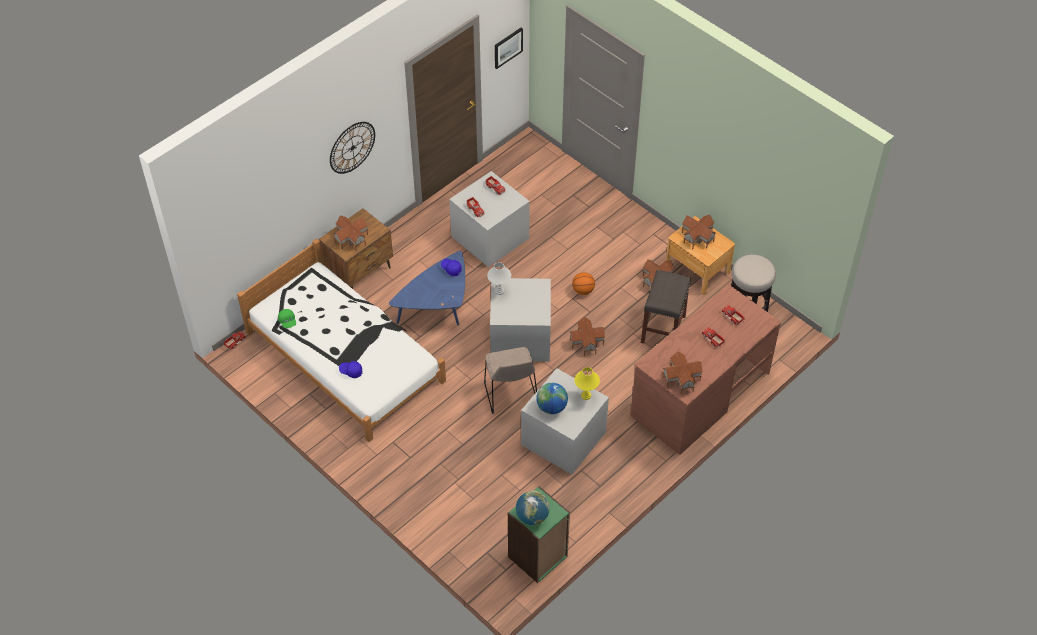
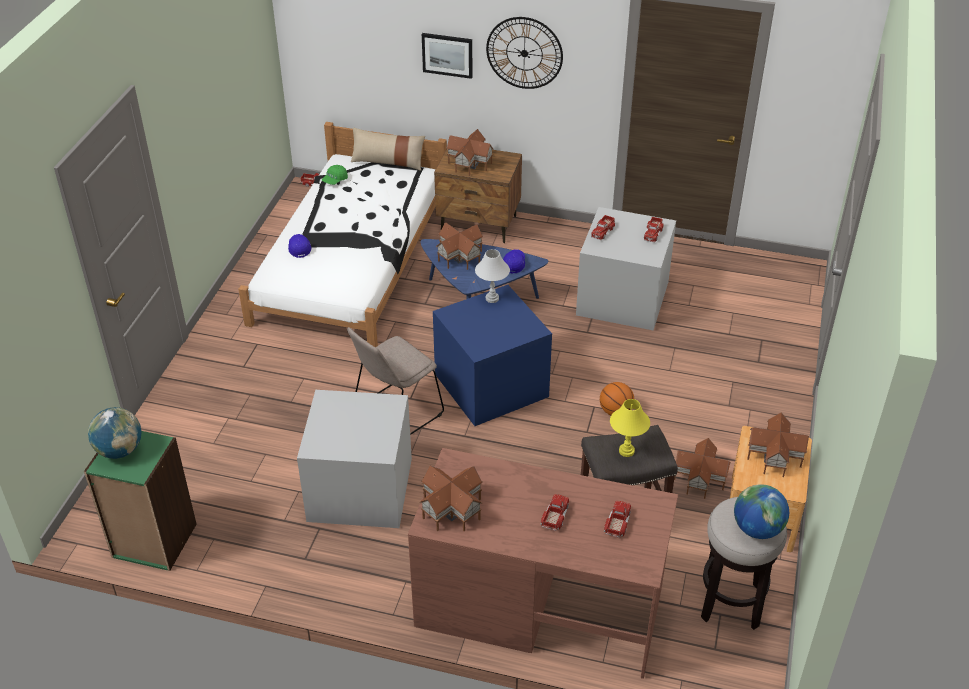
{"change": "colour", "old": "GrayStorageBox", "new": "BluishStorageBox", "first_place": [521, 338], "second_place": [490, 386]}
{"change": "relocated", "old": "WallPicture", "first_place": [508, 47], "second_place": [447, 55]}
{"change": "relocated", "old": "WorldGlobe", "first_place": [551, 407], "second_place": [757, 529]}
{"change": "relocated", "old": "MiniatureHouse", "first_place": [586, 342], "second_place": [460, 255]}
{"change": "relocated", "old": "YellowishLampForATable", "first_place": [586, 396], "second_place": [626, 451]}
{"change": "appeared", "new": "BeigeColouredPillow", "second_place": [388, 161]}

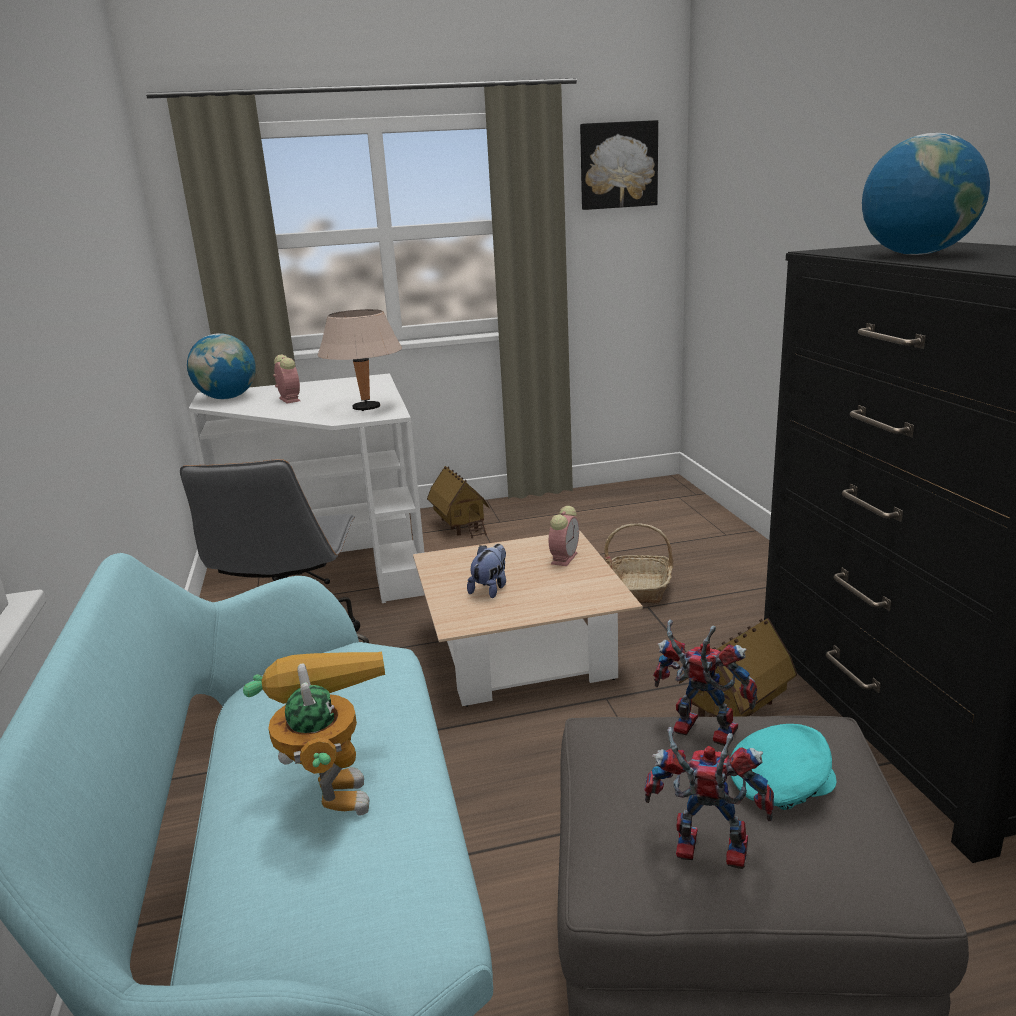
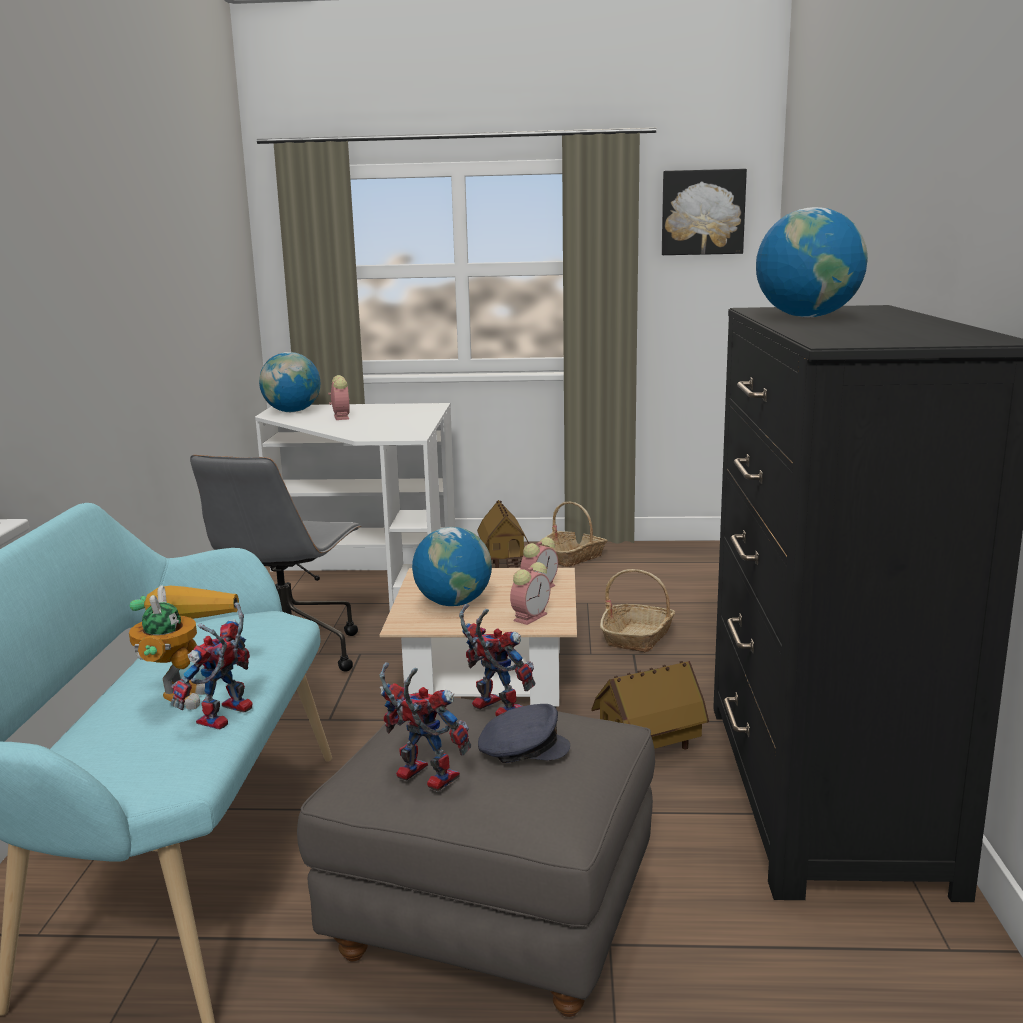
{"change": "missing", "old": "BeigeColouredLampForATable", "first_place": [366, 408]}
{"change": "exchanged", "old": "PlushToy", "new": "WorldGlobe", "first_place": [490, 588], "second_place": [453, 603]}
{"change": "colour", "old": "TurquoiseCap", "new": "GrayCap", "first_place": [780, 782], "second_place": [521, 749]}
{"change": "appeared", "new": "ModelRobot", "second_place": [224, 719]}
{"change": "appeared", "new": "TableClock", "second_place": [531, 617]}
{"change": "appeared", "new": "HouseholdBasket", "second_place": [572, 557]}

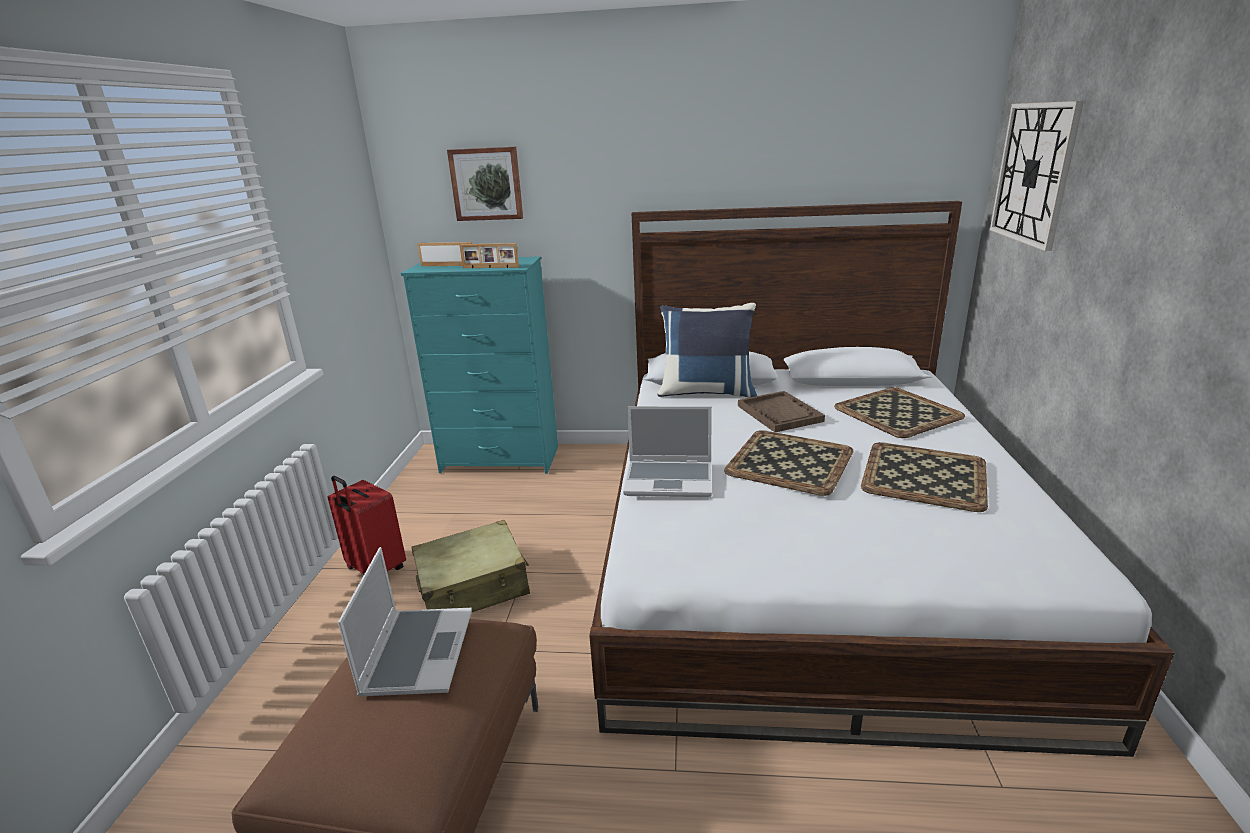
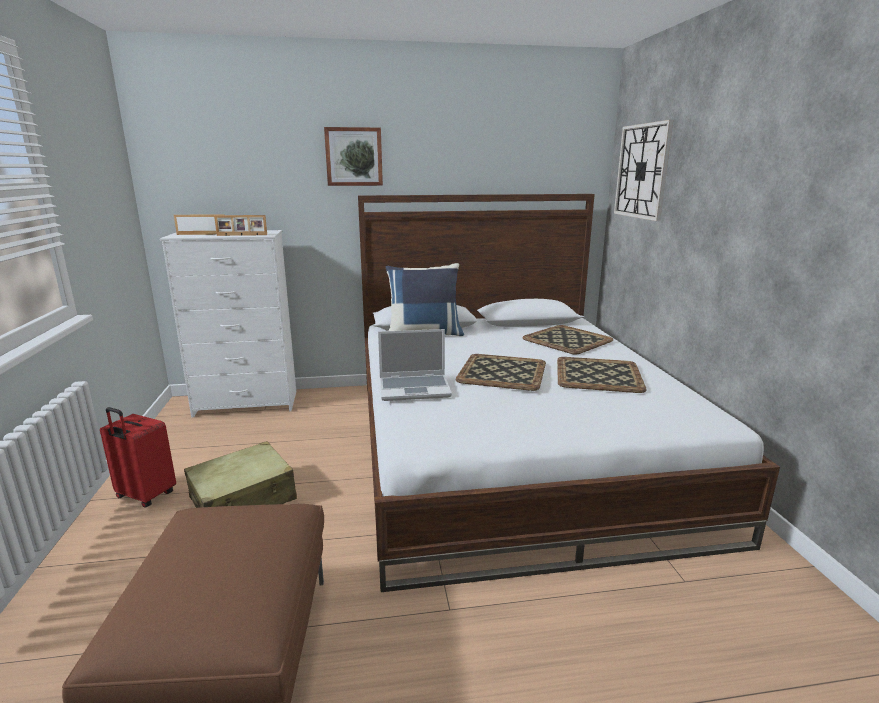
{"change": "missing", "old": "PortableComputer", "first_place": [417, 652]}
{"change": "colour", "old": "TurquoiseDresser", "new": "WhiteColouredDresser", "first_place": [501, 460], "second_place": [247, 404]}
{"change": "relocated", "old": "WallPicture", "first_place": [486, 184], "second_place": [354, 157]}
{"change": "missing", "old": "BrownColouredServingTray", "first_place": [779, 413]}

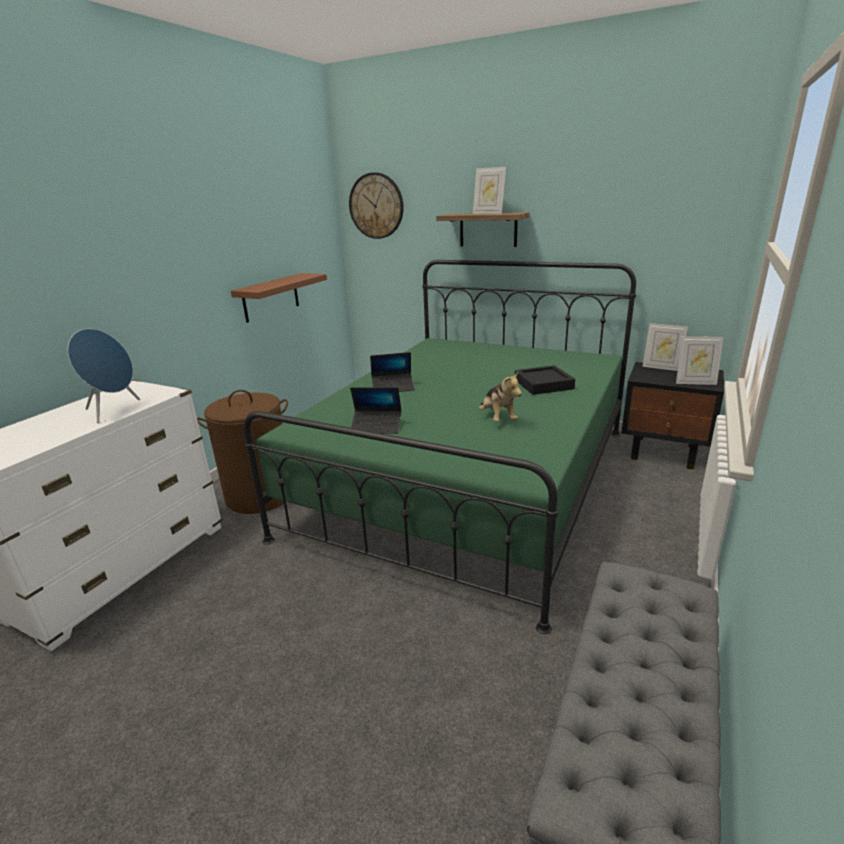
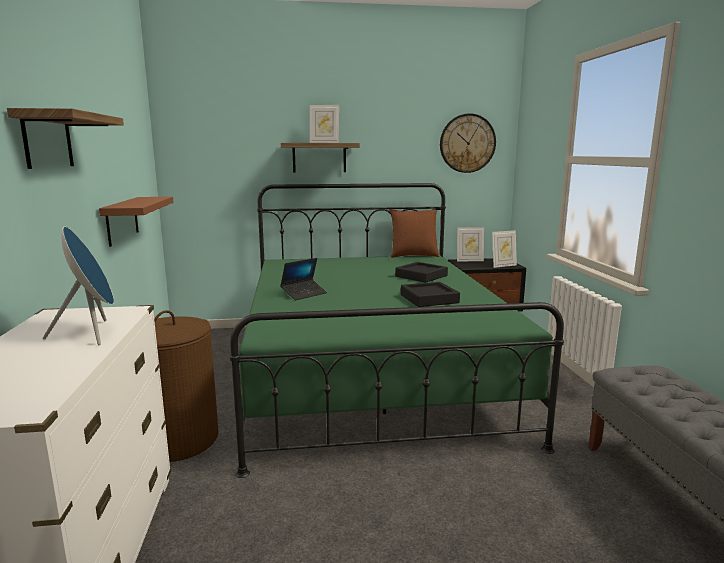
{"change": "relocated", "old": "WallClock", "first_place": [376, 206], "second_place": [467, 143]}
{"change": "missing", "old": "PortableComputer", "first_place": [376, 427]}
{"change": "exchanged", "old": "PlushToy", "new": "BlackishServingTray", "first_place": [498, 418], "second_place": [429, 299]}
{"change": "appeared", "new": "BracketShelf", "second_place": [48, 140]}
{"change": "appeared", "new": "BrownColouredPillow", "second_place": [413, 255]}

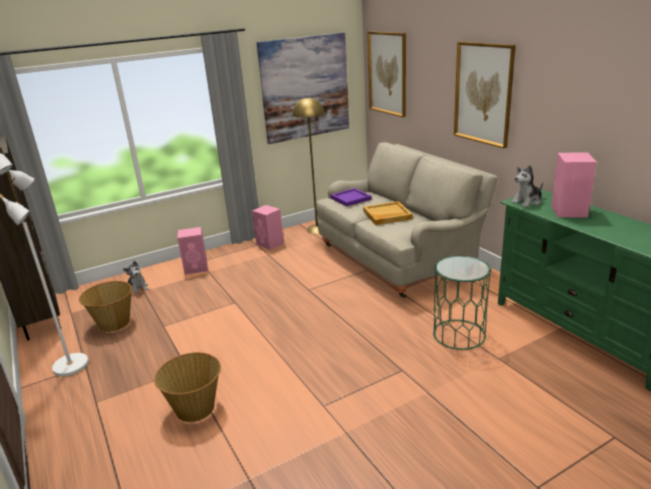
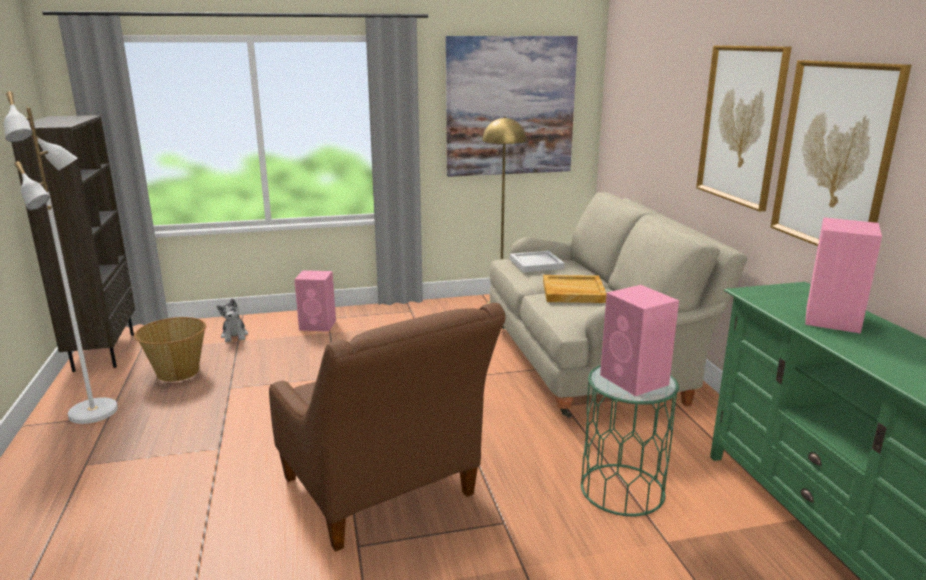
{"change": "missing", "old": "HouseholdBasket", "first_place": [195, 408]}
{"change": "relocated", "old": "PinkColouredLoudspeaker", "first_place": [270, 244], "second_place": [635, 380]}
{"change": "colour", "old": "PurpleServingTray", "new": "WhiteColouredServingTray", "first_place": [351, 198], "second_place": [536, 263]}
{"change": "relocated", "old": "WallPicture", "first_place": [387, 73], "second_place": [835, 156]}
{"change": "missing", "old": "PlushToy", "first_place": [527, 202]}
{"change": "appeared", "new": "BrownColouredEasyChair", "second_place": [384, 494]}

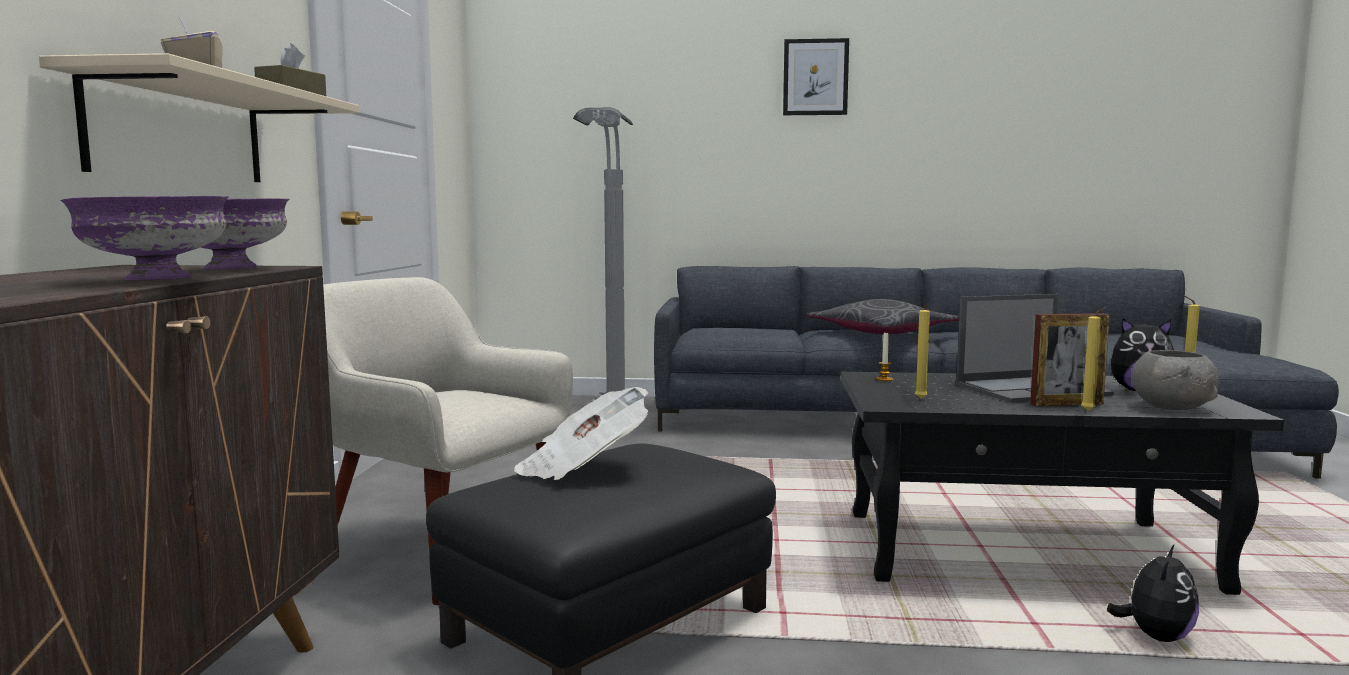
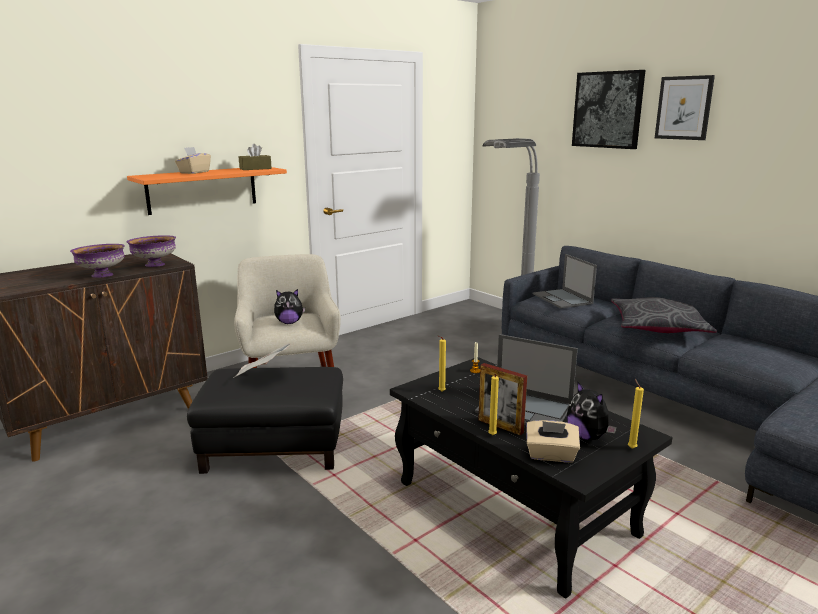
{"change": "colour", "old": "BeigeColouredBracketShelf", "new": "OrangeColouredBracketShelf", "first_place": [179, 132], "second_place": [202, 189]}
{"change": "relocated", "old": "PlushToy", "first_place": [1155, 636], "second_place": [289, 322]}
{"change": "exchanged", "old": "GrayServingBowl", "new": "BeigeColouredBoxOfTissues", "first_place": [1171, 407], "second_place": [551, 455]}
{"change": "appeared", "new": "PortableComputer", "second_place": [563, 299]}
{"change": "appeared", "new": "WallPicture", "second_place": [607, 110]}

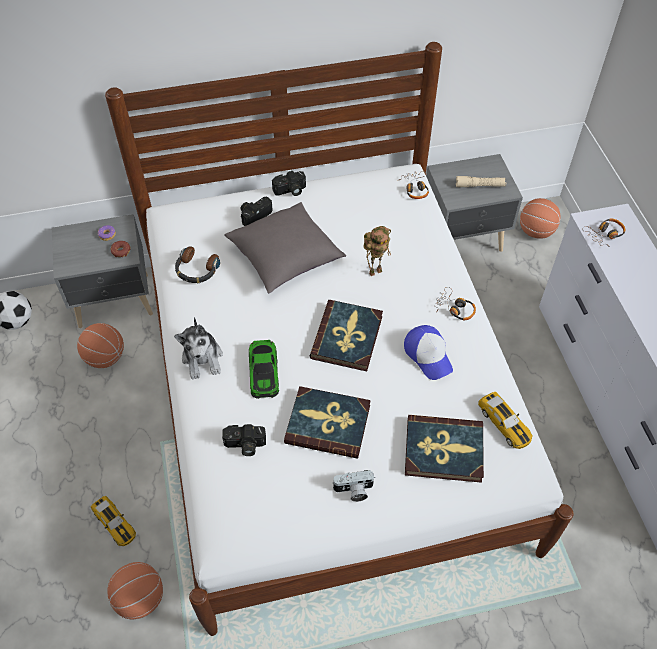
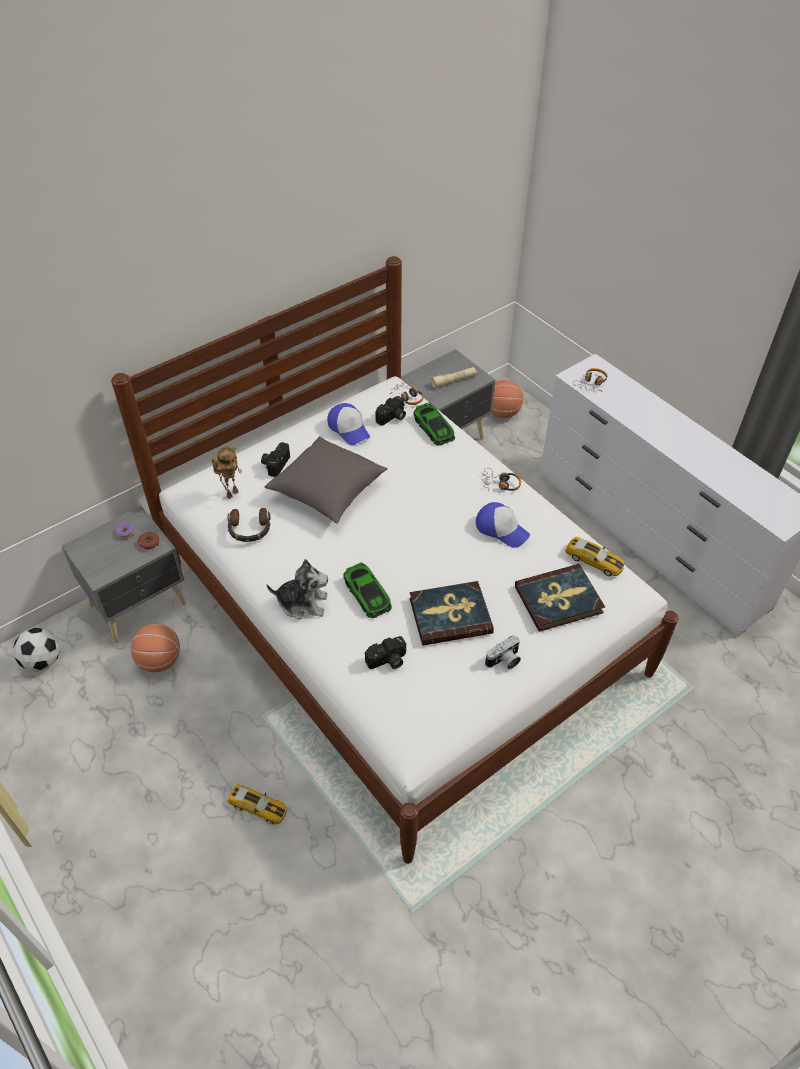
{"change": "missing", "old": "Basketball", "first_place": [140, 598]}
{"change": "spun", "old": "PlushToy", "first_place": [202, 358], "second_place": [302, 603], "degrees": -45}
{"change": "relocated", "old": "StillCamera", "first_place": [290, 191], "second_place": [392, 418]}
{"change": "missing", "old": "Book", "first_place": [347, 337]}
{"change": "relocated", "old": "ModelRobot", "first_place": [375, 271], "second_place": [232, 493]}
{"change": "appeared", "new": "Cap", "second_place": [349, 428]}
{"change": "appeared", "new": "ToyCar", "second_place": [434, 428]}

